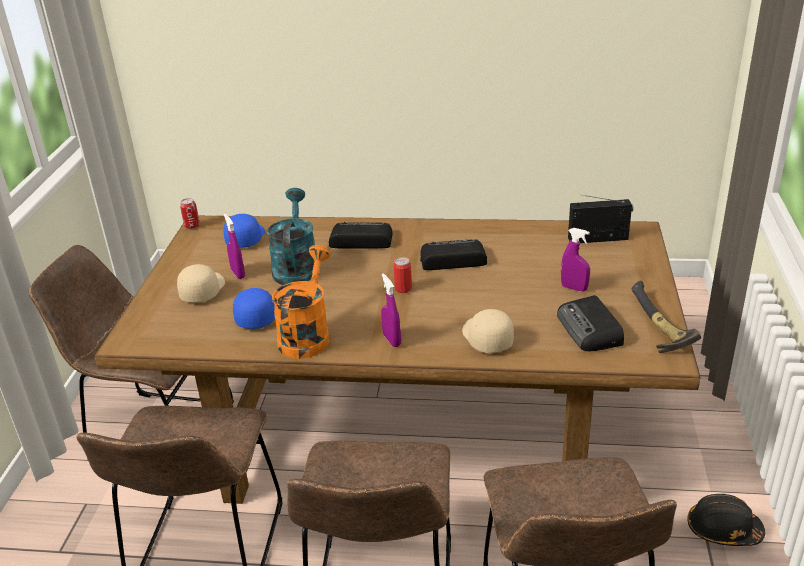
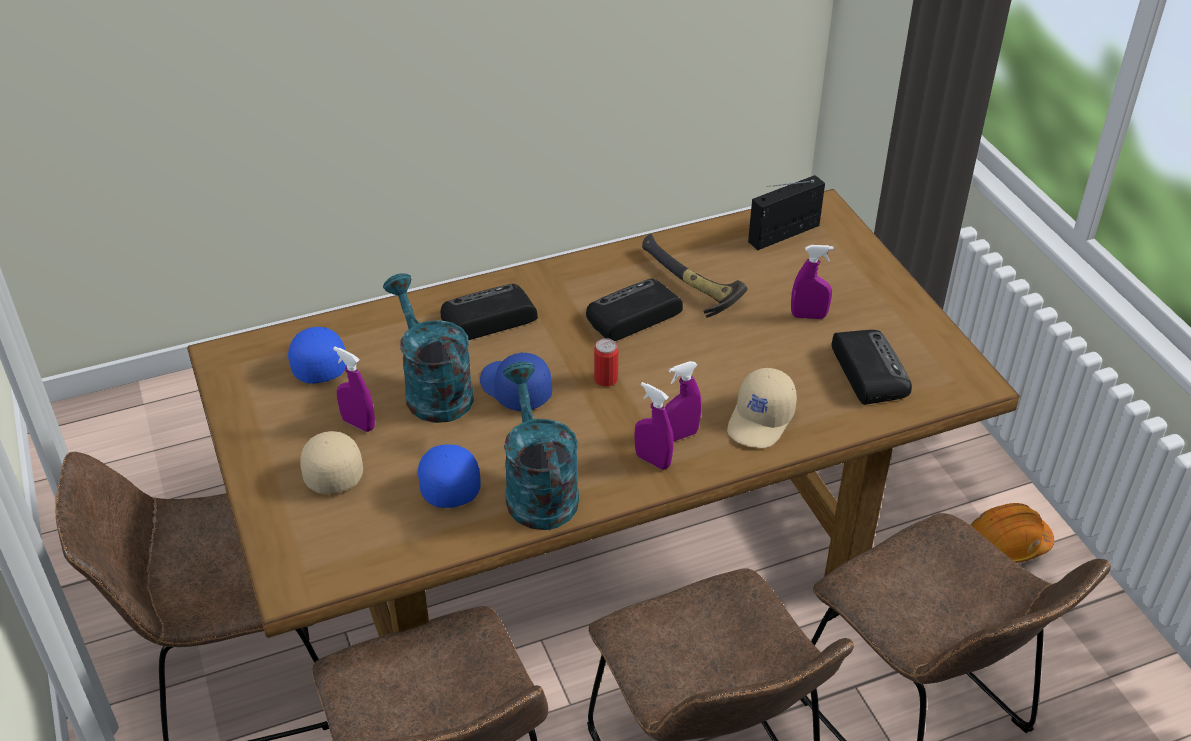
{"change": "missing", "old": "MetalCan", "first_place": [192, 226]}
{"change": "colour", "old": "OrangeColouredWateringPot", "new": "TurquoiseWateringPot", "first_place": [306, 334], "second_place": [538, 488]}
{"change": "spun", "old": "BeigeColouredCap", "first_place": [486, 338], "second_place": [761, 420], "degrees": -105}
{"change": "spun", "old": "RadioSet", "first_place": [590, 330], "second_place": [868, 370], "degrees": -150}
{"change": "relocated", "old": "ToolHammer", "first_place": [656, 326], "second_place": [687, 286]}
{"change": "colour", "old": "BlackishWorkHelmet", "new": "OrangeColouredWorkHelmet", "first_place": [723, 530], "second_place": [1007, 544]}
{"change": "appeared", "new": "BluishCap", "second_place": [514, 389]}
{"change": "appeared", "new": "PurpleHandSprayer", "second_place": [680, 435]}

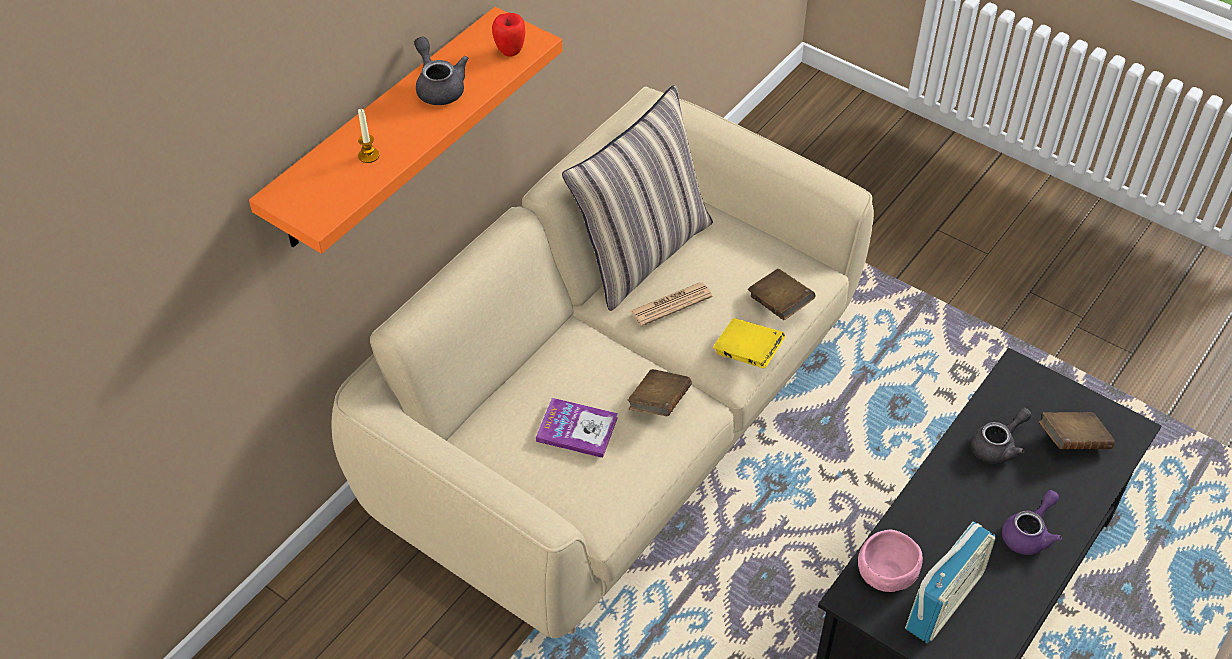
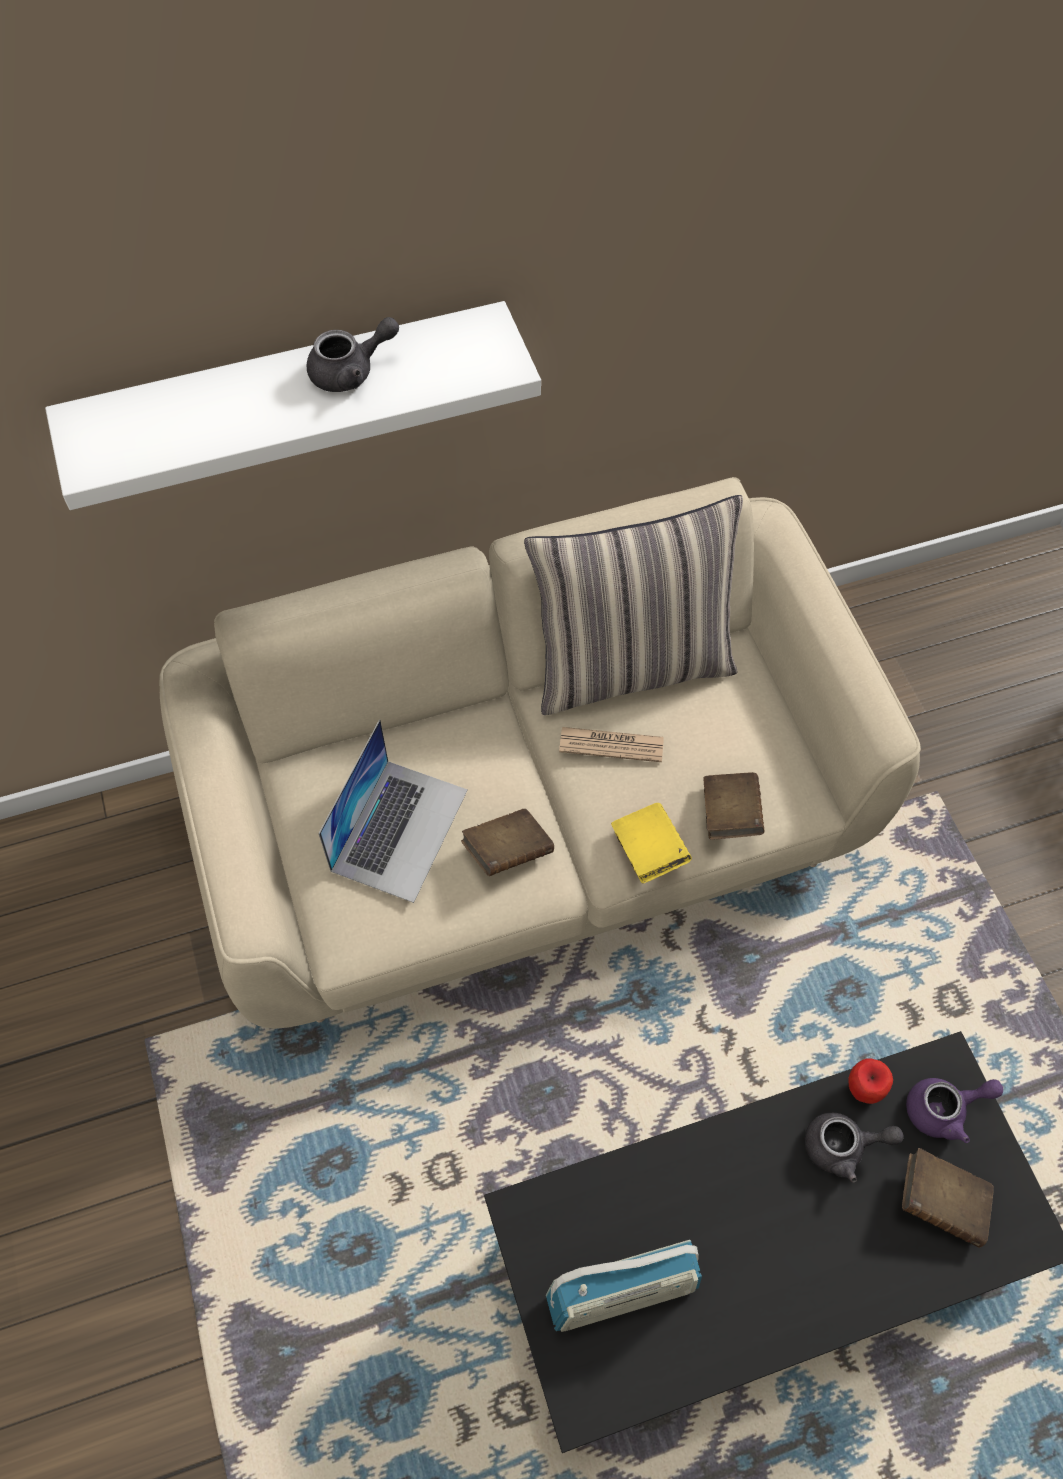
{"change": "colour", "old": "OrangeColouredBracketShelf", "new": "WhiteColouredBracketShelf", "first_place": [384, 131], "second_place": [290, 395]}
{"change": "missing", "old": "Candle", "first_place": [368, 155]}
{"change": "spun", "old": "GrayTeaPot", "first_place": [439, 87], "second_place": [351, 372], "degrees": 60}
{"change": "relocated", "old": "Apple", "first_place": [510, 51], "second_place": [863, 1089]}
{"change": "exchanged", "old": "Book", "new": "PortableComputer", "first_place": [577, 429], "second_place": [399, 829]}
{"change": "missing", "old": "PinkColouredServingBowl", "first_place": [885, 572]}
{"change": "relocated", "old": "PurpleTeaPot", "first_place": [1029, 534], "second_place": [944, 1110]}

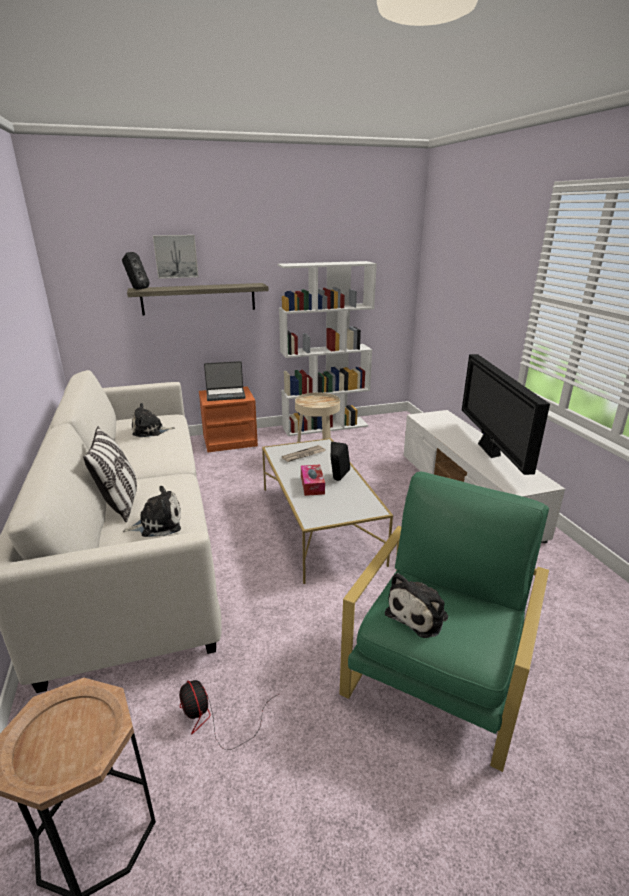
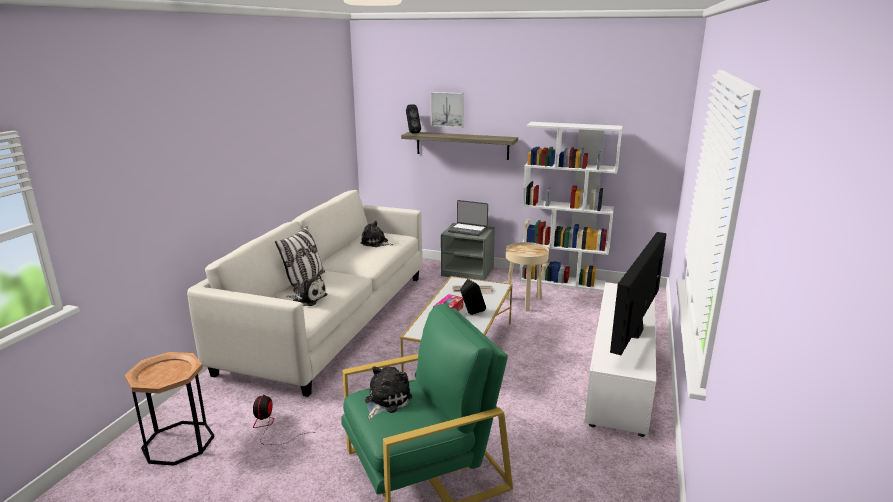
{"change": "colour", "old": "OrangeColouredNightTable", "new": "GrayNightTable", "first_place": [230, 441], "second_place": [468, 272]}
{"change": "spun", "old": "PlushToy", "first_place": [419, 614], "second_place": [386, 401], "degrees": 135}

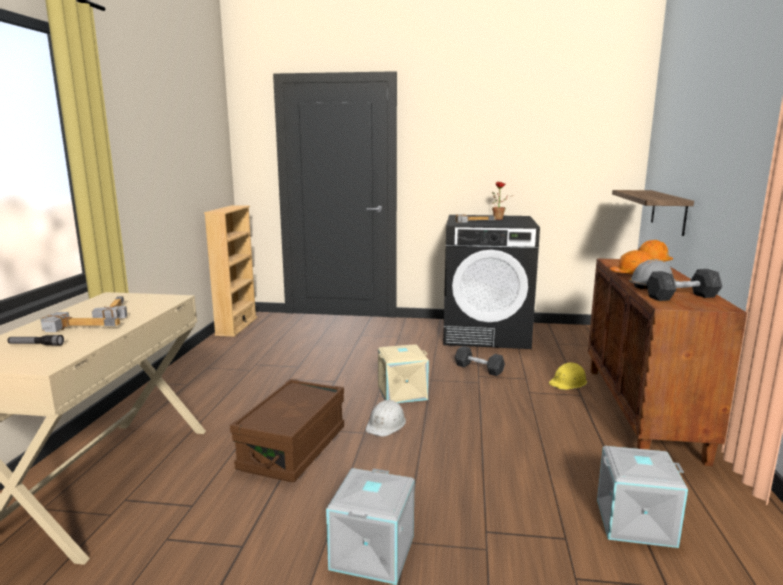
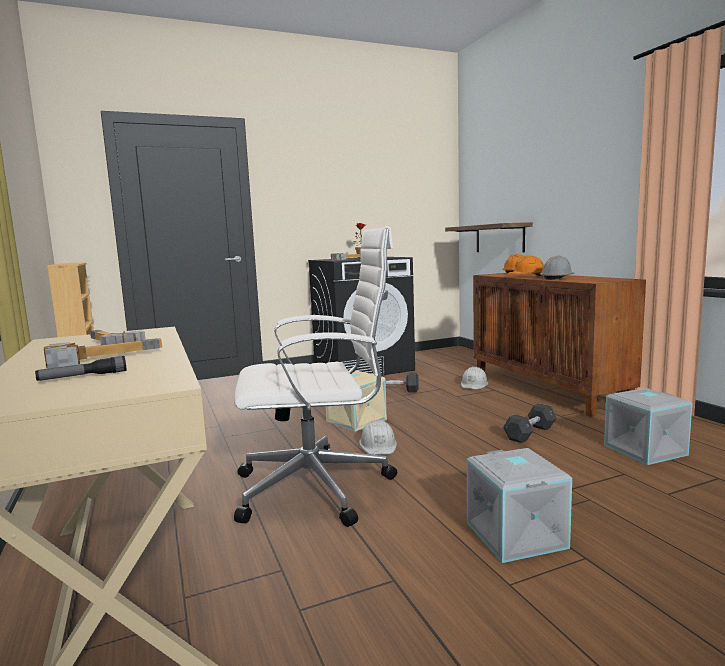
{"change": "exchanged", "old": "BrownColouredStorageBox", "new": "WhiteColouredDeskChair", "first_place": [293, 448], "second_place": [318, 487]}
{"change": "colour", "old": "YellowishWorkHelmet", "new": "WhiteColouredWorkHelmet", "first_place": [568, 382], "second_place": [474, 384]}
{"change": "relocated", "old": "GrayHandWeight", "first_place": [681, 297], "second_place": [530, 433]}

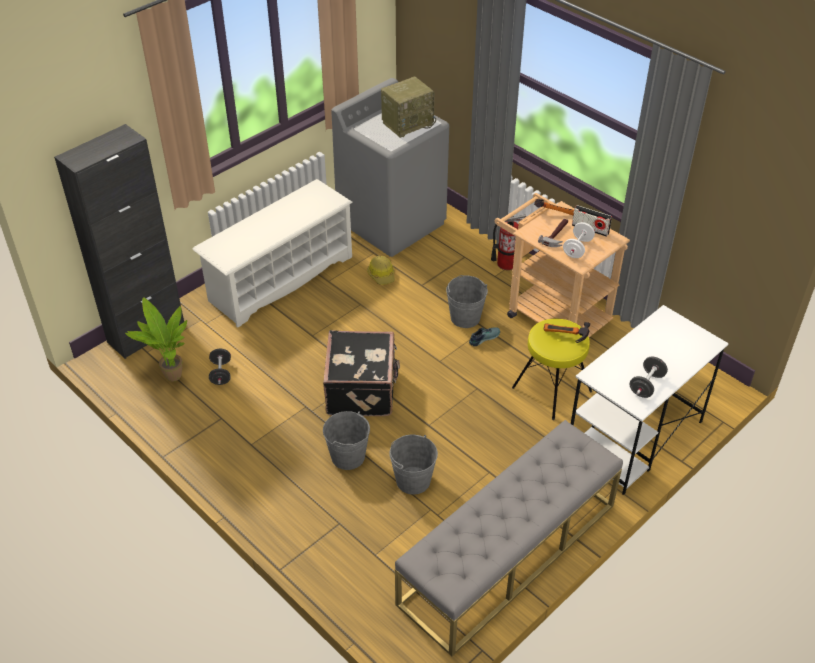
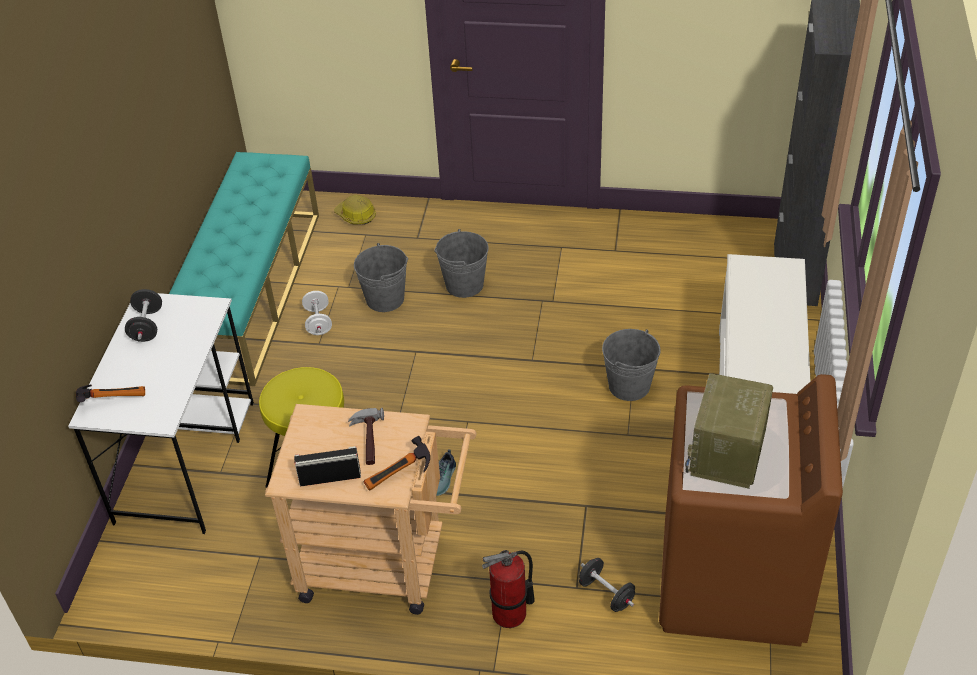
{"change": "missing", "old": "Houseplant", "first_place": [170, 377]}
{"change": "relocated", "old": "BlackishHandWeight", "first_place": [221, 373], "second_place": [606, 593]}
{"change": "missing", "old": "BlackishSuitcase", "first_place": [362, 390]}
{"change": "colour", "old": "GrayWashingMachine", "new": "BrownColouredWashingMachine", "first_place": [392, 222], "second_place": [733, 583]}
{"change": "relocated", "old": "WorkHelmet", "first_place": [382, 275], "second_place": [356, 216]}
{"change": "colour", "old": "GrayLongSeat", "new": "TurquoiseLongSeat", "first_place": [508, 554], "second_place": [251, 292]}
{"change": "relocated", "old": "GrayPail", "first_place": [465, 317], "second_place": [629, 385]}
{"change": "relocated", "old": "ToolHammer", "first_place": [564, 337], "second_place": [113, 398]}
{"change": "relocated", "old": "WhiteColouredHandWeight", "first_place": [577, 248], "second_place": [318, 322]}

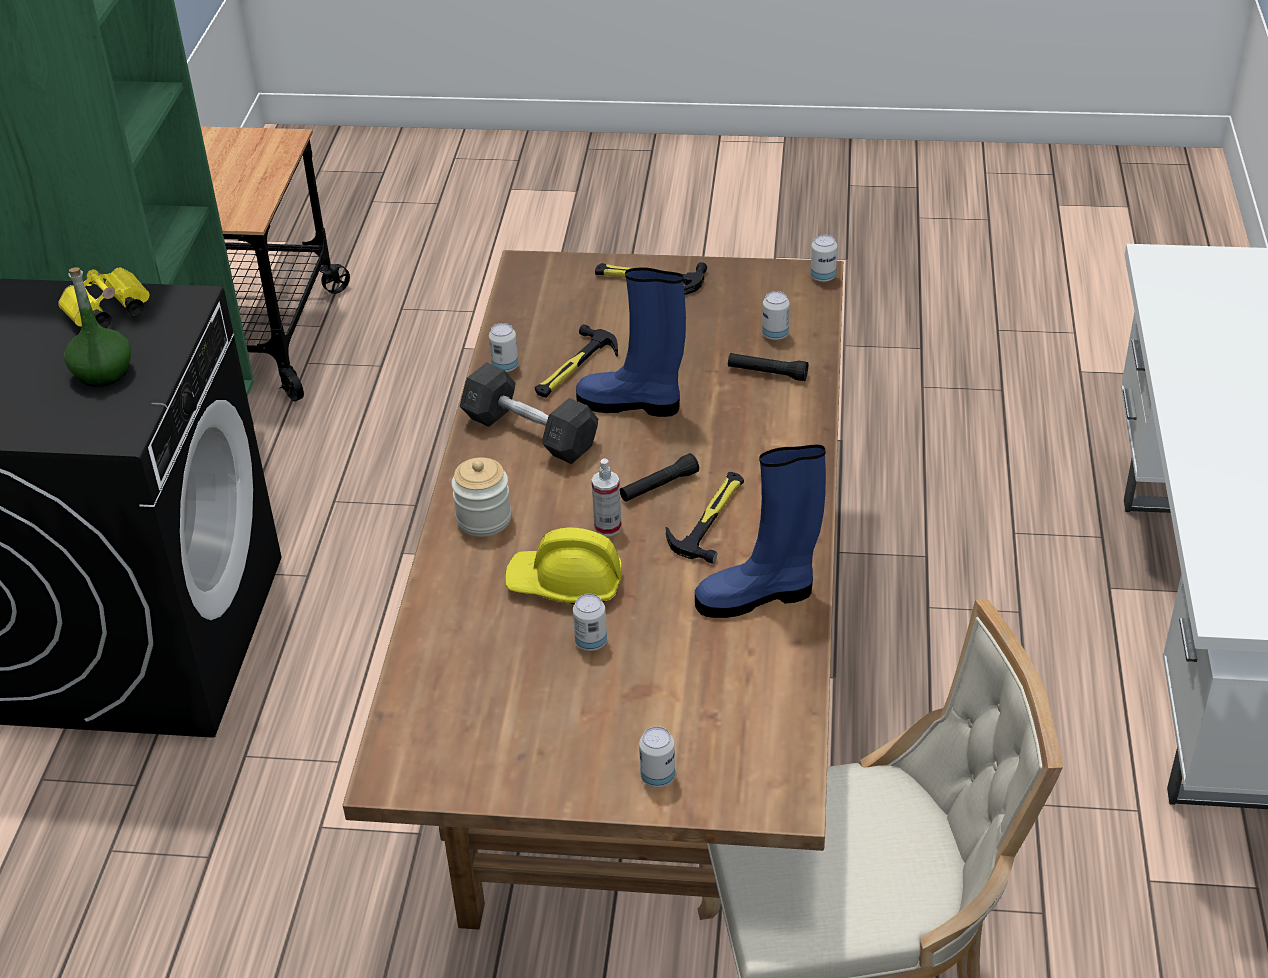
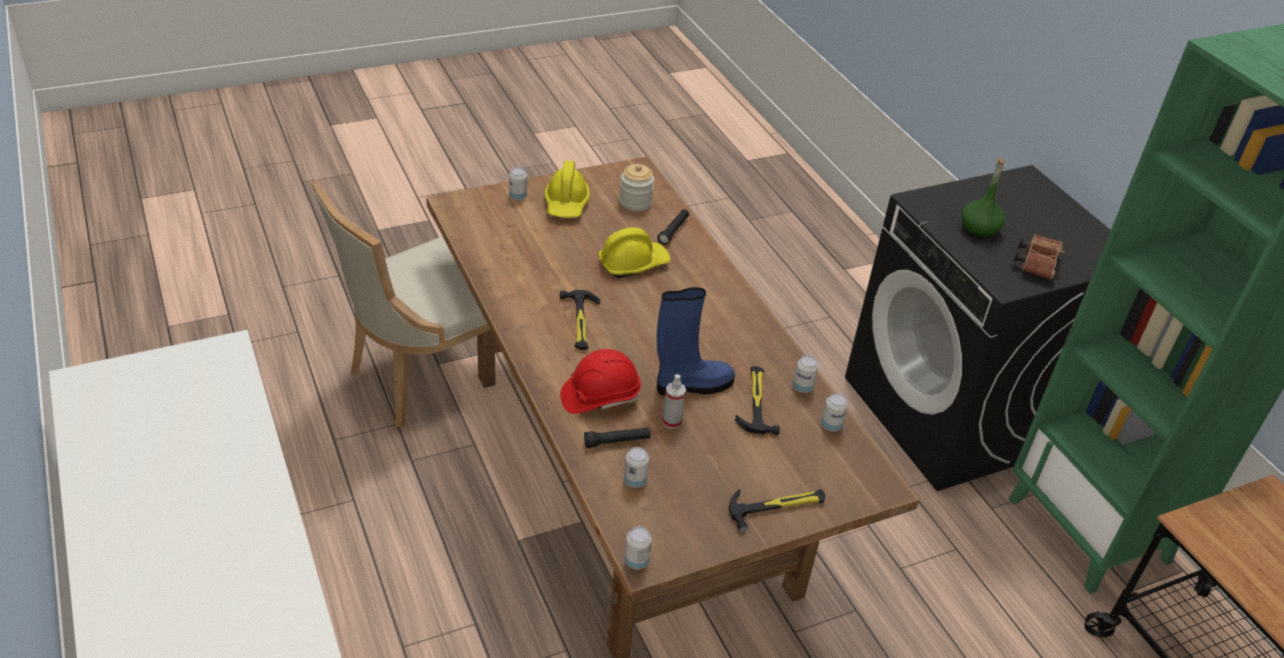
{"change": "colour", "old": "YellowishBinoculars", "new": "BrownColouredBinoculars", "first_place": [107, 314], "second_place": [1036, 263]}
{"change": "relocated", "old": "PreserveJar", "first_place": [484, 519], "second_place": [635, 202]}
{"change": "missing", "old": "GrayHandWeight", "first_place": [530, 433]}
{"change": "relocated", "old": "MetalCan", "first_place": [591, 642], "second_place": [831, 426]}
{"change": "relocated", "old": "HandSprayer", "first_place": [608, 527], "second_place": [671, 422]}
{"change": "relocated", "old": "BlackishTorch", "first_place": [659, 486], "second_place": [673, 231]}
{"change": "missing", "old": "BluishHighTopBoot", "first_place": [758, 596]}
{"change": "appeared", "new": "YellowishWorkHelmet", "second_place": [566, 203]}
{"change": "appeared", "new": "ReddishWorkHelmet", "second_place": [600, 396]}

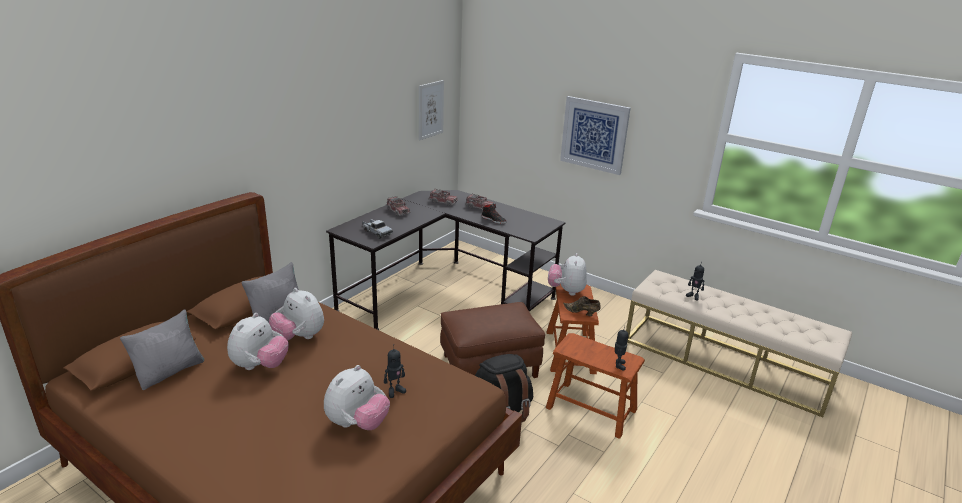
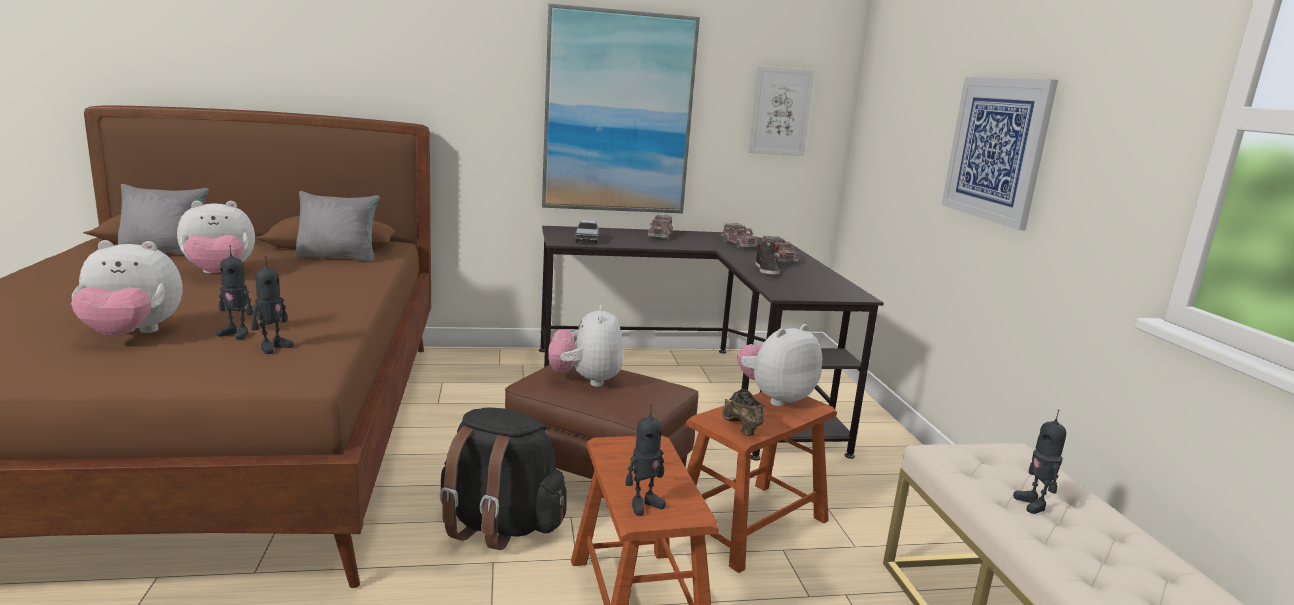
{"change": "relocated", "old": "PlushToy", "first_place": [299, 337], "second_place": [586, 380]}
{"change": "appeared", "new": "ModelRobot", "second_place": [273, 347]}
{"change": "appeared", "new": "WallPicture", "second_place": [618, 113]}

